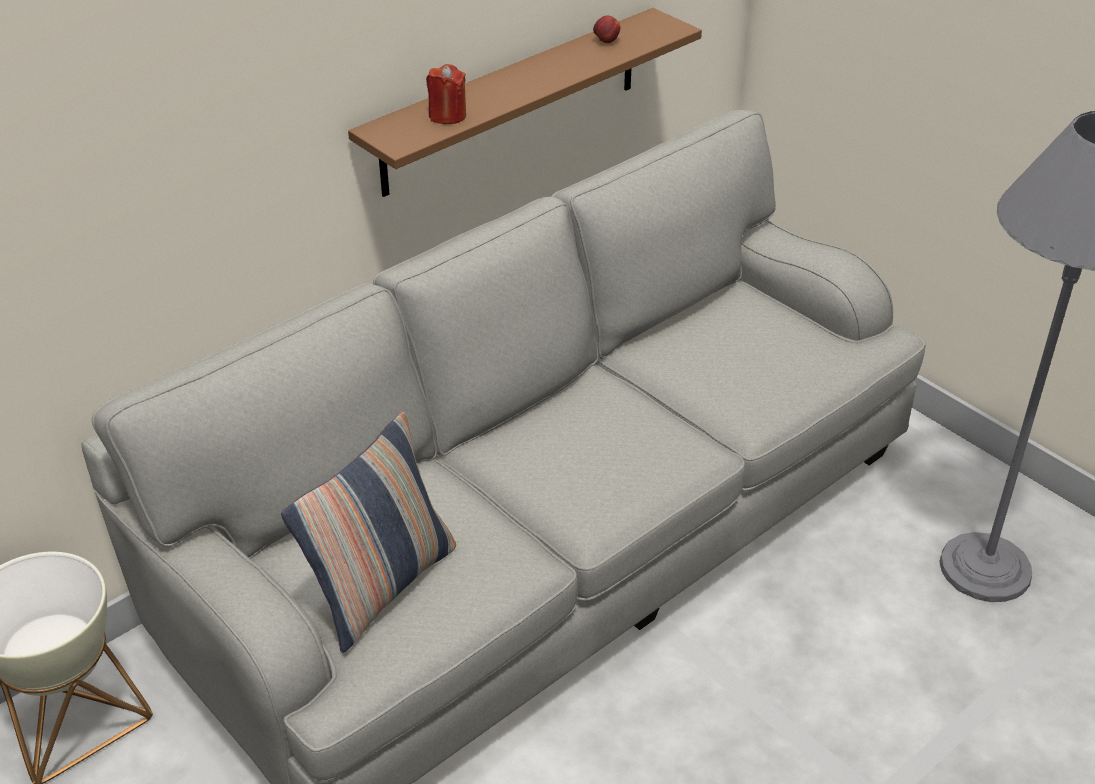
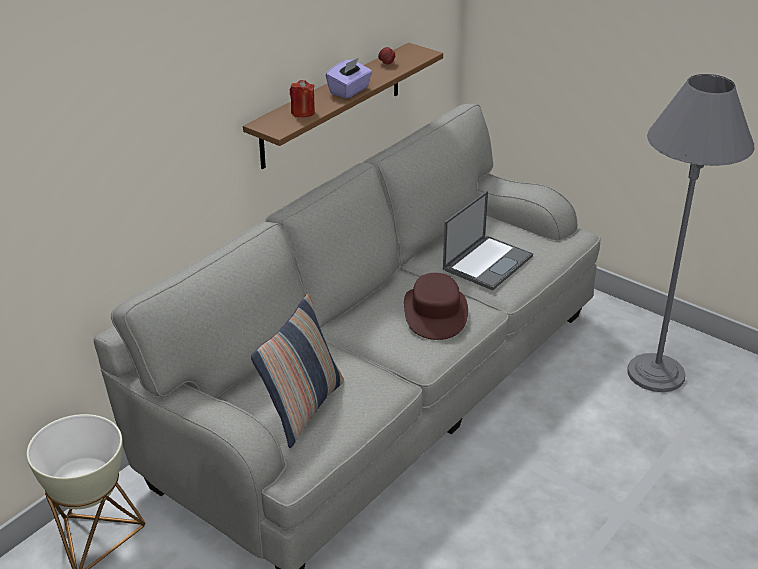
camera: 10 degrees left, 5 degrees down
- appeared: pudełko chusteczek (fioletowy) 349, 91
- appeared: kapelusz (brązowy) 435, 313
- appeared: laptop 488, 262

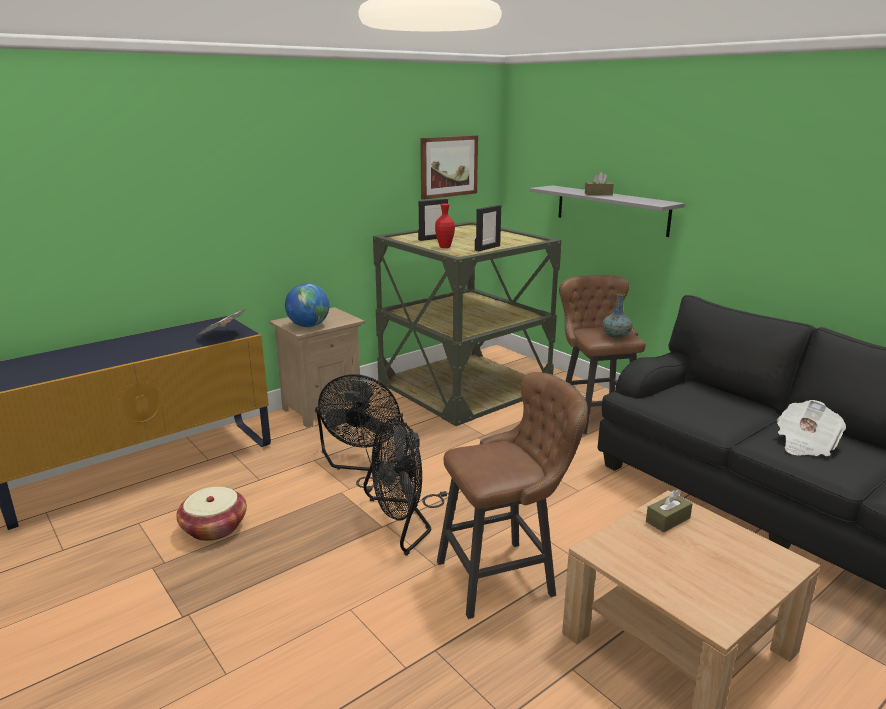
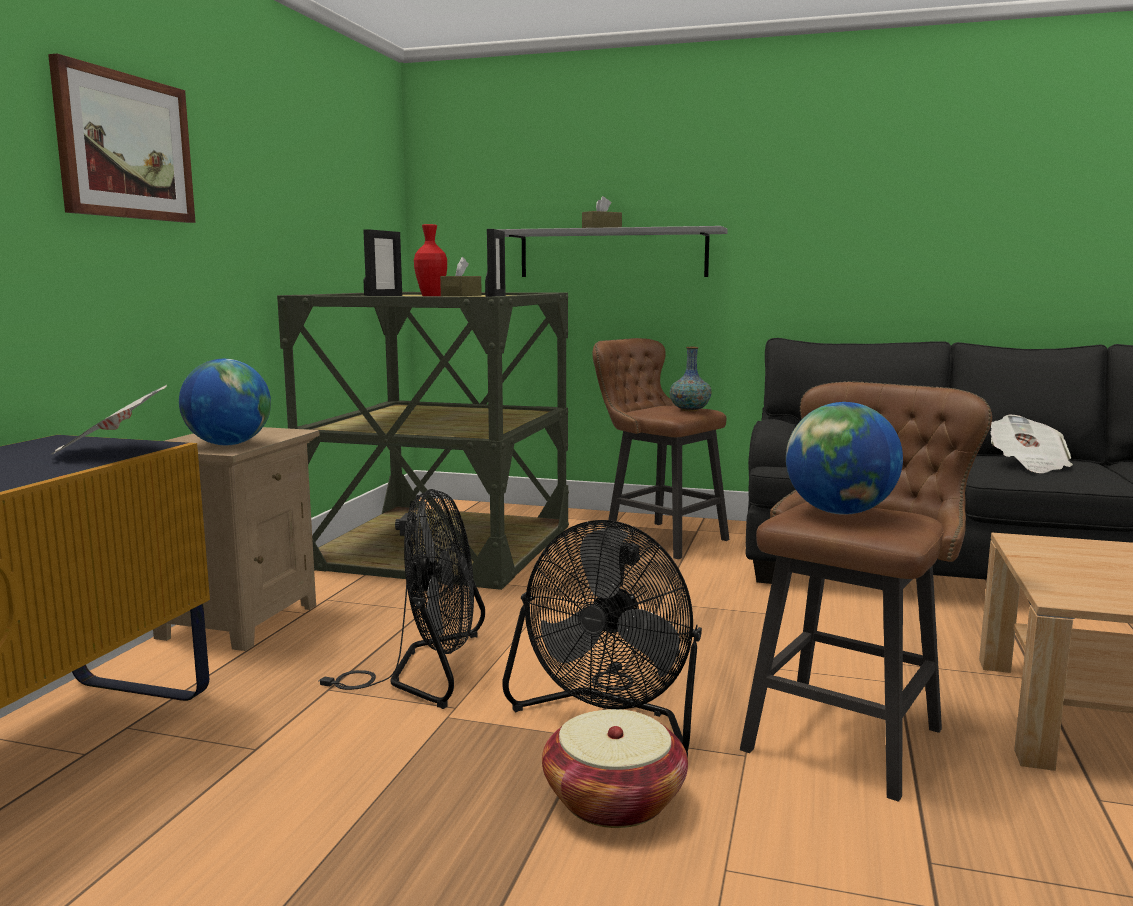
camera: 35 degrees left, 10 degrees down
- relocated: koszyk 214, 528 to 614, 800
- spun: wentylator (czarny) 362, 464 = 425, 670 120 degrees clockwise
- relocated: obraz 448, 166 to 125, 147
- relocated: pudełko chusteczek (brązowy) 668, 520 to 461, 295
- appeared: globus 839, 512

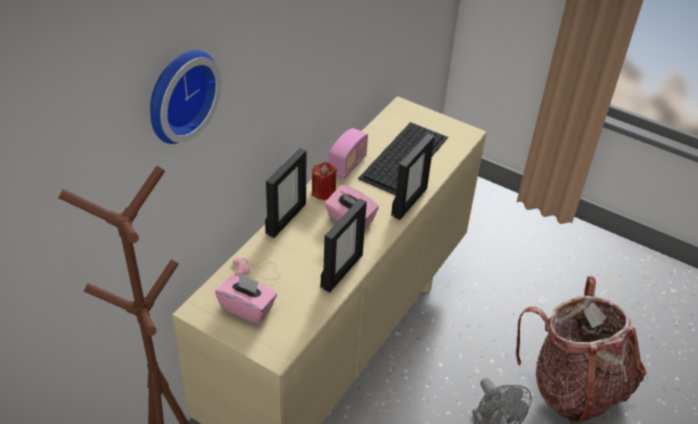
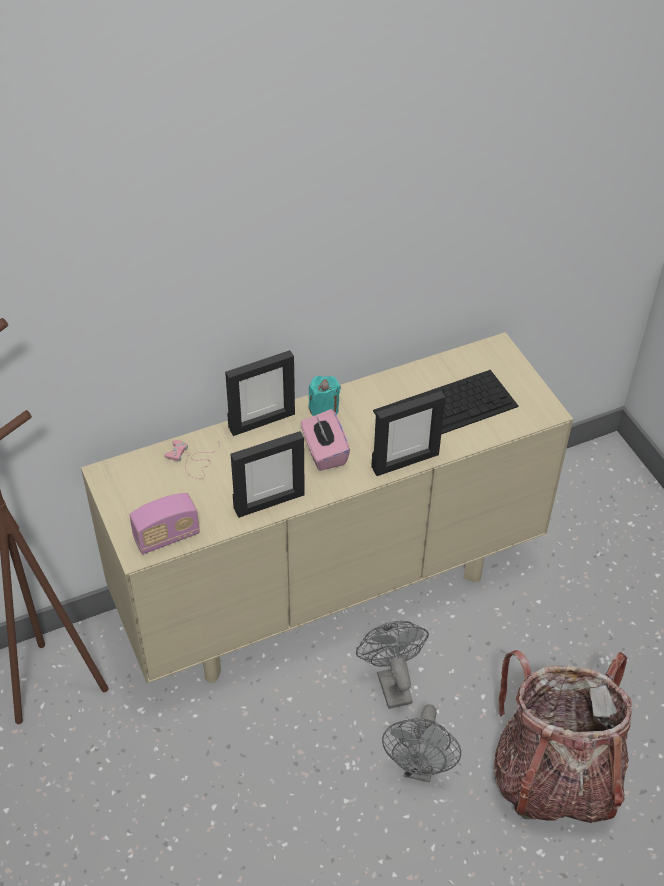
camera: 35 degrees right, 5 degrees up
- missing: zegar ścienny 178, 94
- missing: pudełko chusteczek (różowy) 247, 308
- colour: świeca (czerwony) 323, 192 to świeca (turkusowy) 324, 409
- relocated: radio 347, 165 to 167, 537
- appeared: wentylator (szary) 391, 682

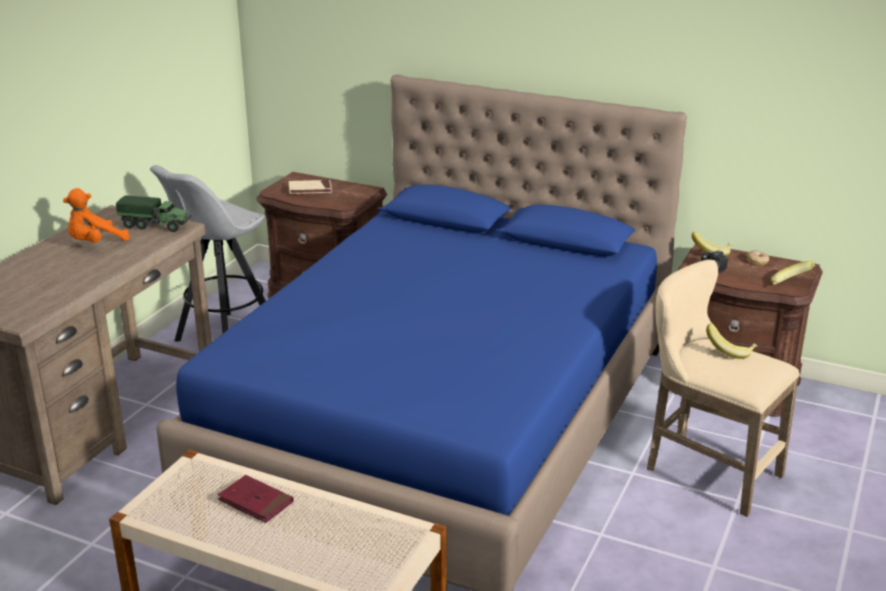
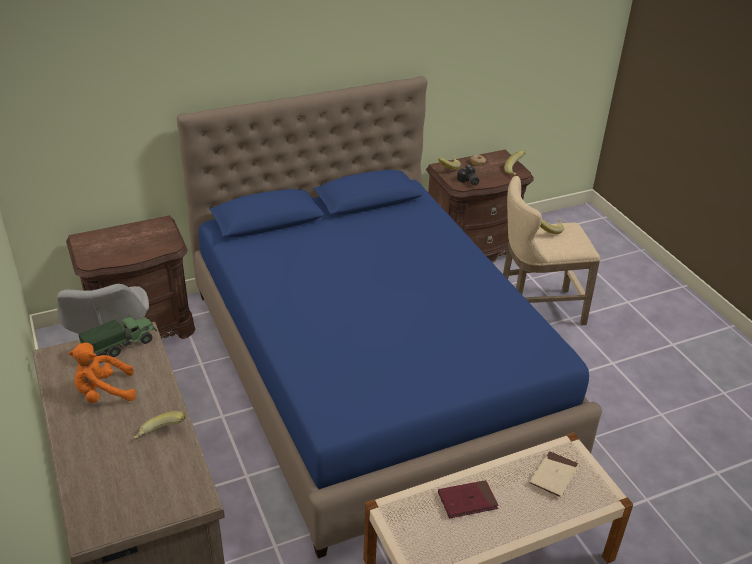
camera: 50 degrees left, 10 degrees up
- spun: pluszak (pomarańczowy) 95, 243 = 104, 393 75 degrees clockwise
- relocated: książka (beżowy) 310, 189 to 553, 476
- appeared: banan 160, 435

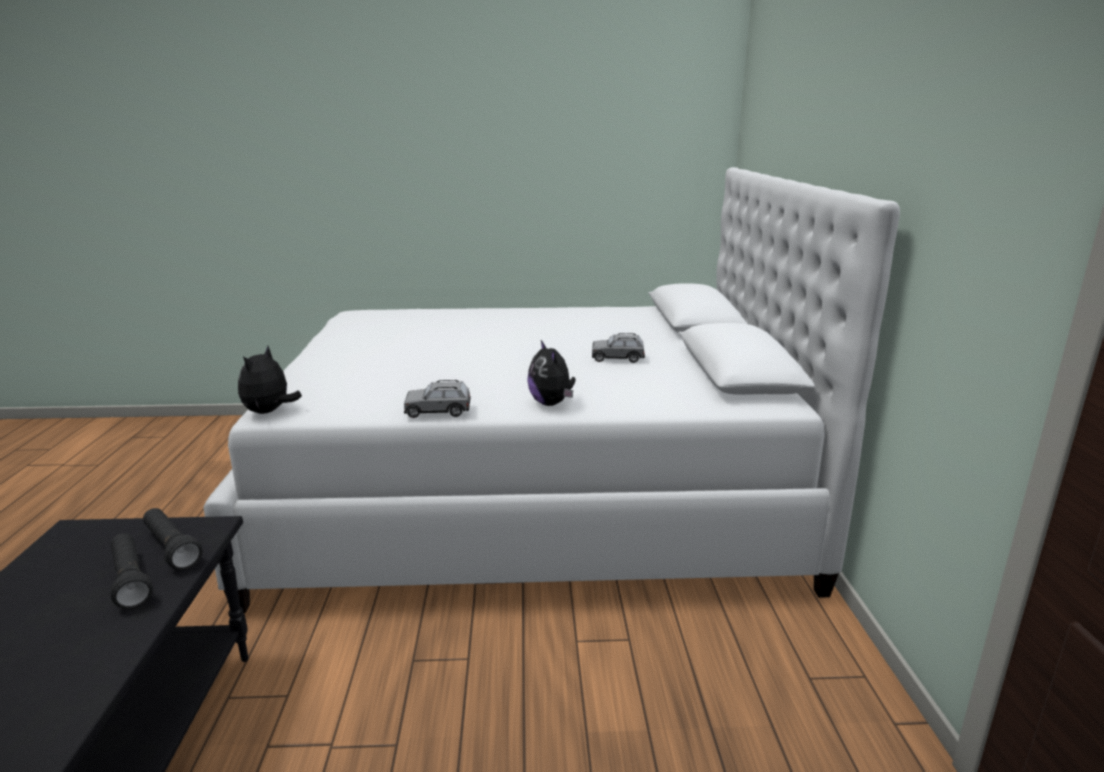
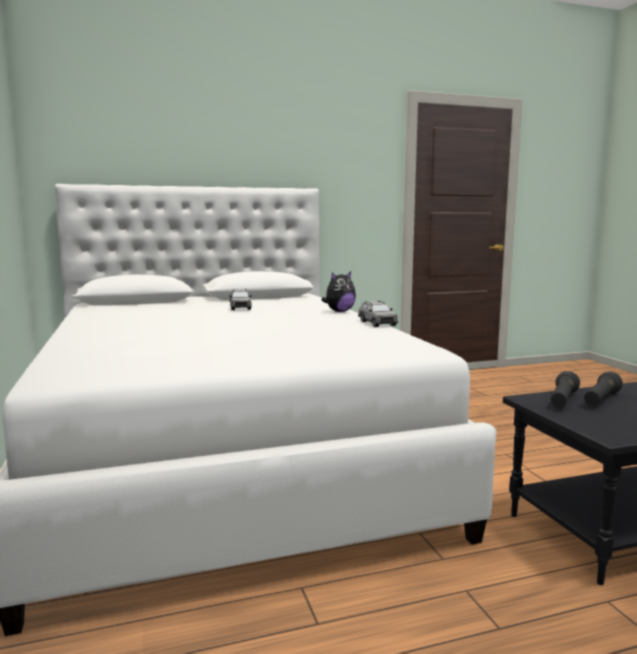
camera: 105 degrees left, 10 degrees down
- missing: pluszak 269, 412

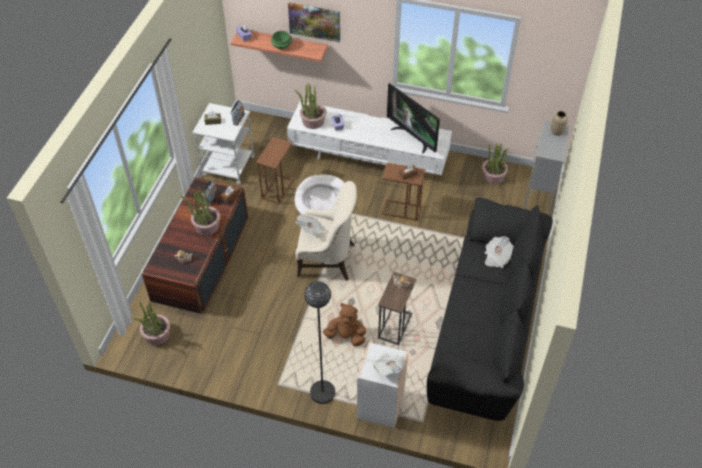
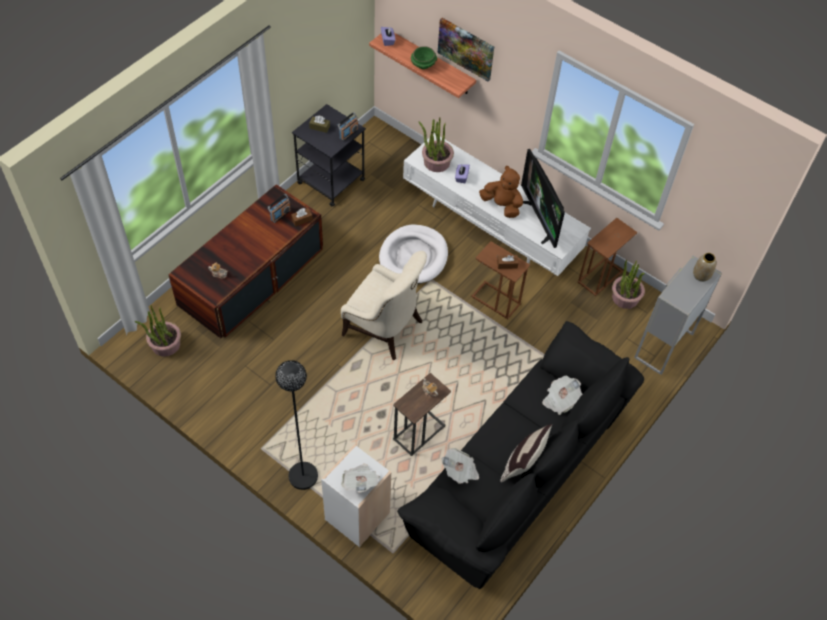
camera: 20 degrees right, 5 degrees up
- missing: roślina doniczkowa 206, 226
- colour: wózek (biały) 228, 165 to wózek (czarny) 331, 180
- relocated: stolik (brązowy) 277, 189 to 600, 277
- relocated: gazeta 311, 230 to 460, 471
- relocated: pluszak (brązowy) 346, 336 to 502, 205
- appeared: poduszka 523, 465

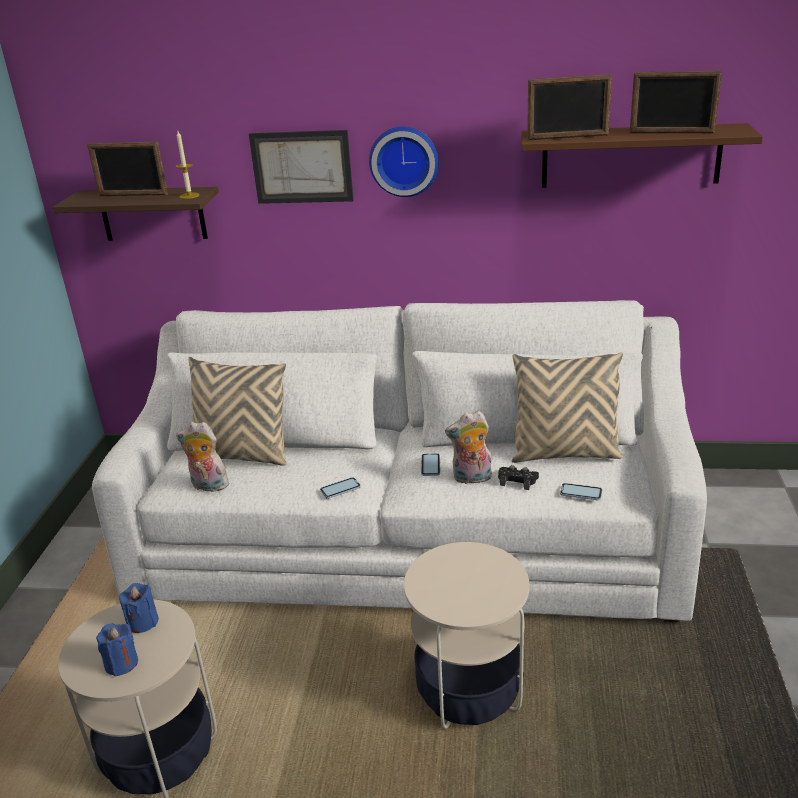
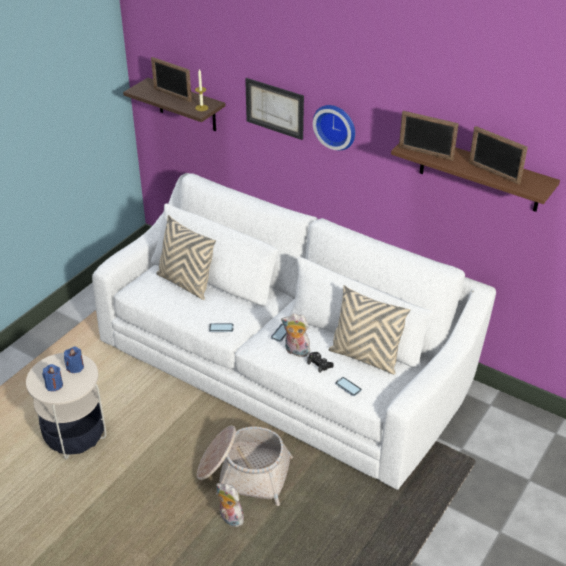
camera: 25 degrees right, 10 degrees up
- relocated: pluszak 207, 486 to 229, 519
- exchanged: stolik (beżowy) 468, 693 to koszyk 244, 473

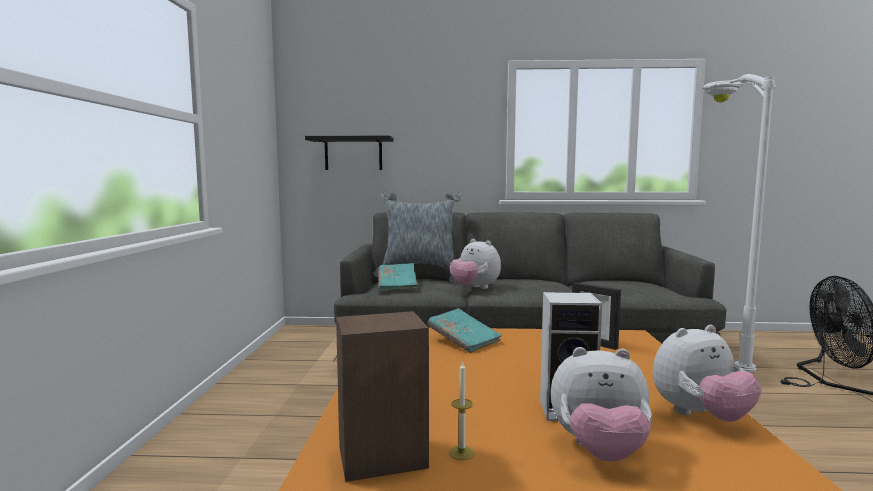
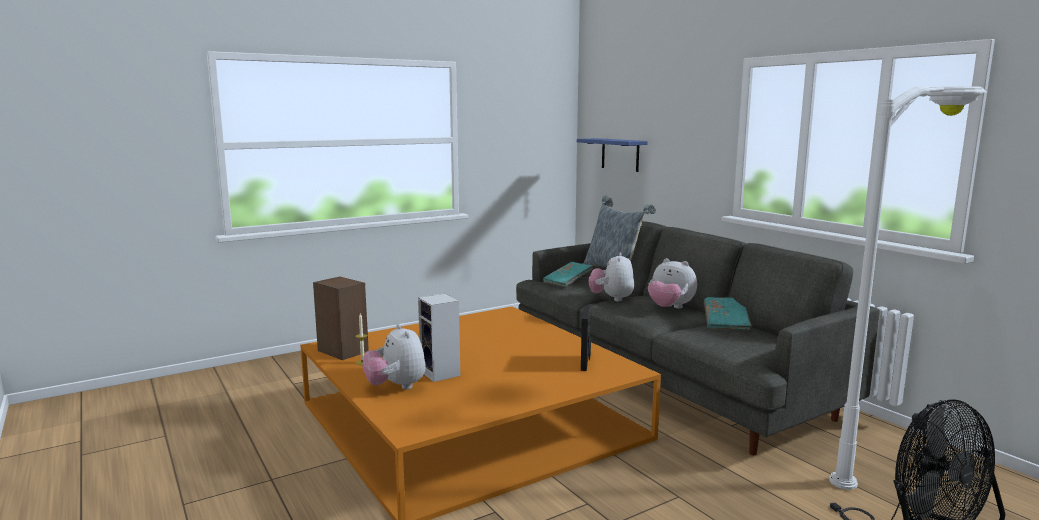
camera: 55 degrees right, 5 degrees up
- colour: półka (czarny) 353, 154 to półka (niebieski) 620, 154
- relocated: książka (turkusowy) 463, 341 to 726, 323
- relocated: pluszak 700, 416 to 670, 308

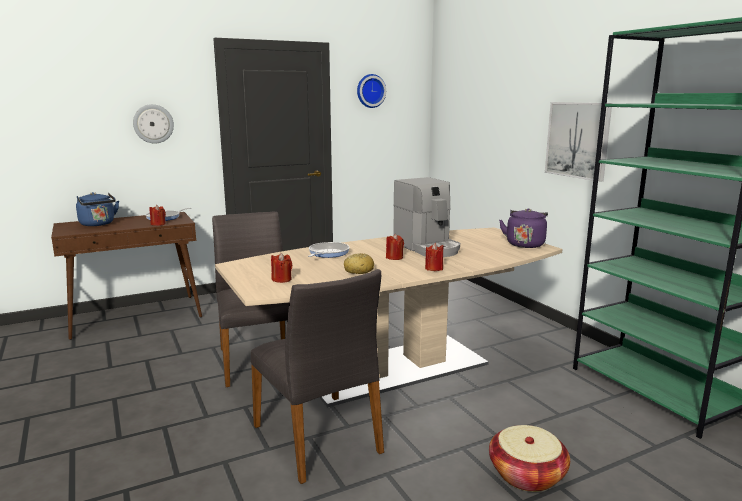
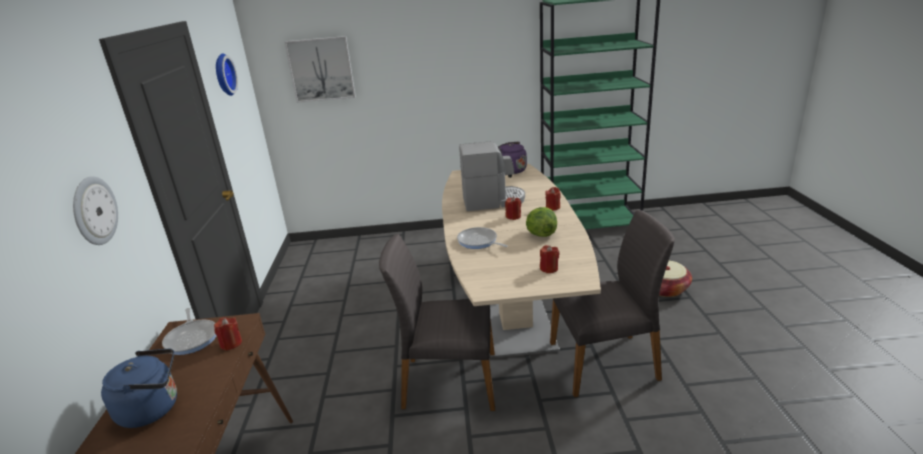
camera: 65 degrees left, 10 degrees up
- exchanged: chleb 358, 270 to sałata 541, 234
- relocated: obraz 578, 140 to 321, 69

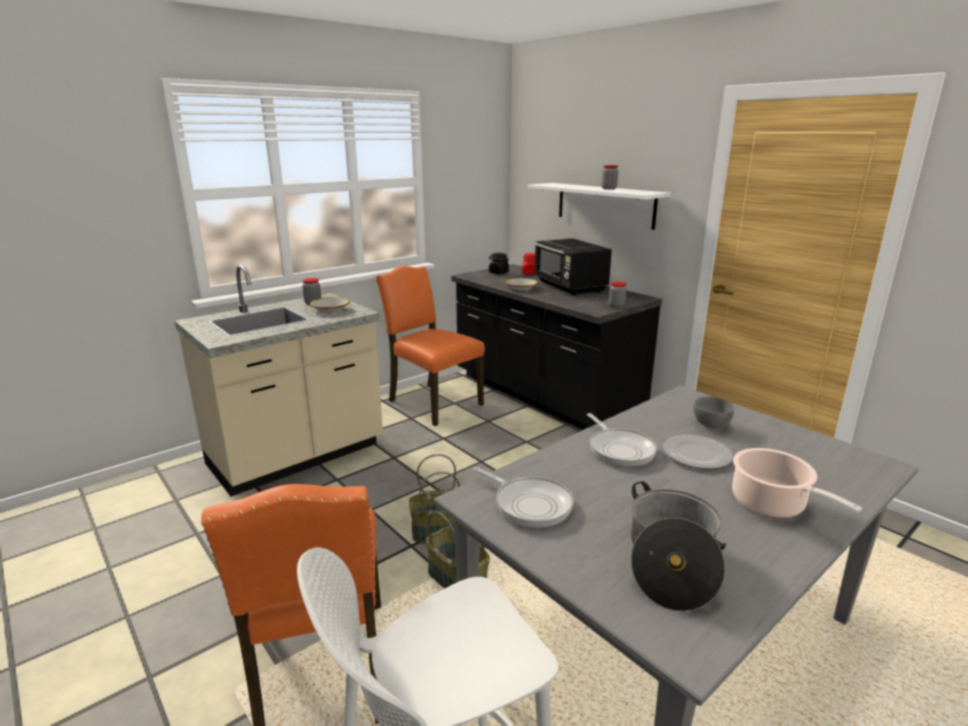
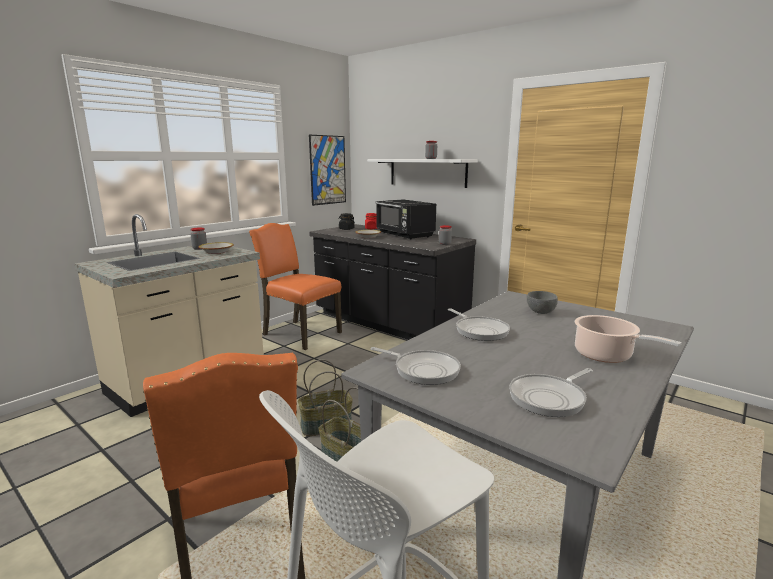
camera: 10 degrees left, 5 degrees down
- exchanged: garnek 670, 563 to patelnia 549, 398
- missing: talerz 697, 454
- appeared: obraz 327, 170

